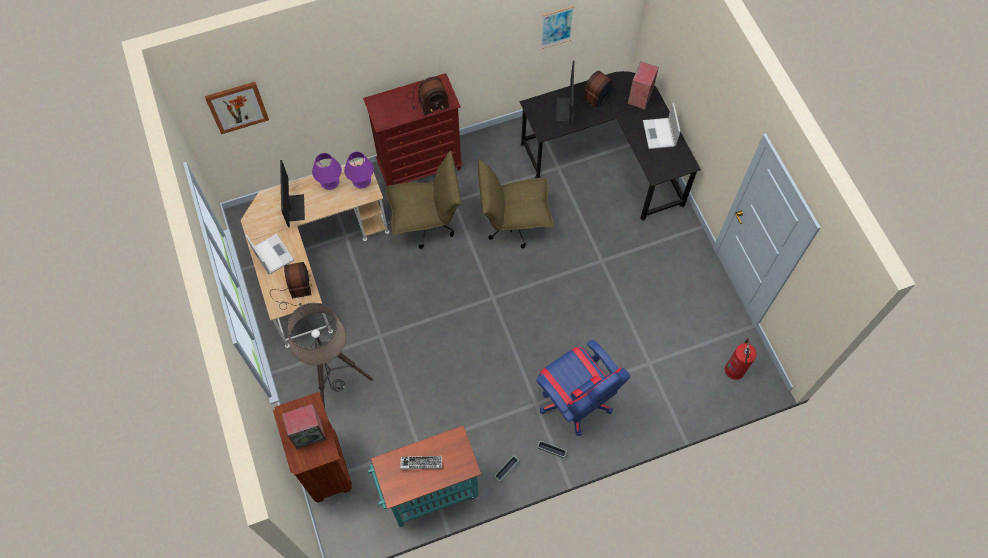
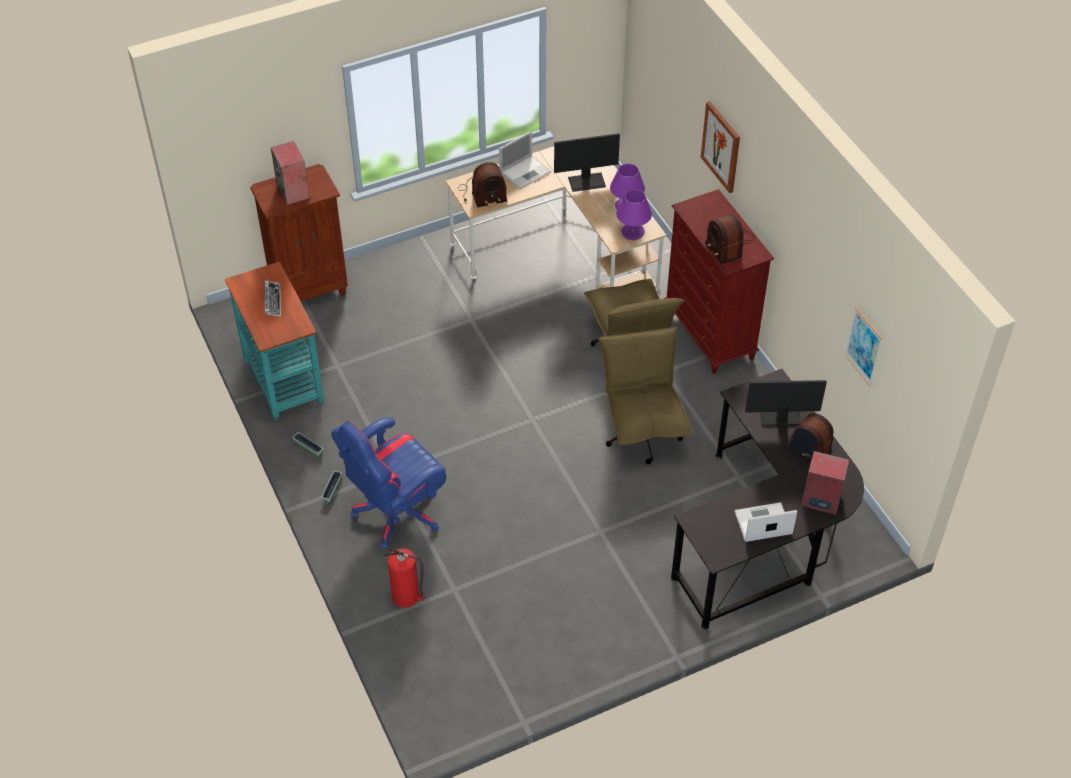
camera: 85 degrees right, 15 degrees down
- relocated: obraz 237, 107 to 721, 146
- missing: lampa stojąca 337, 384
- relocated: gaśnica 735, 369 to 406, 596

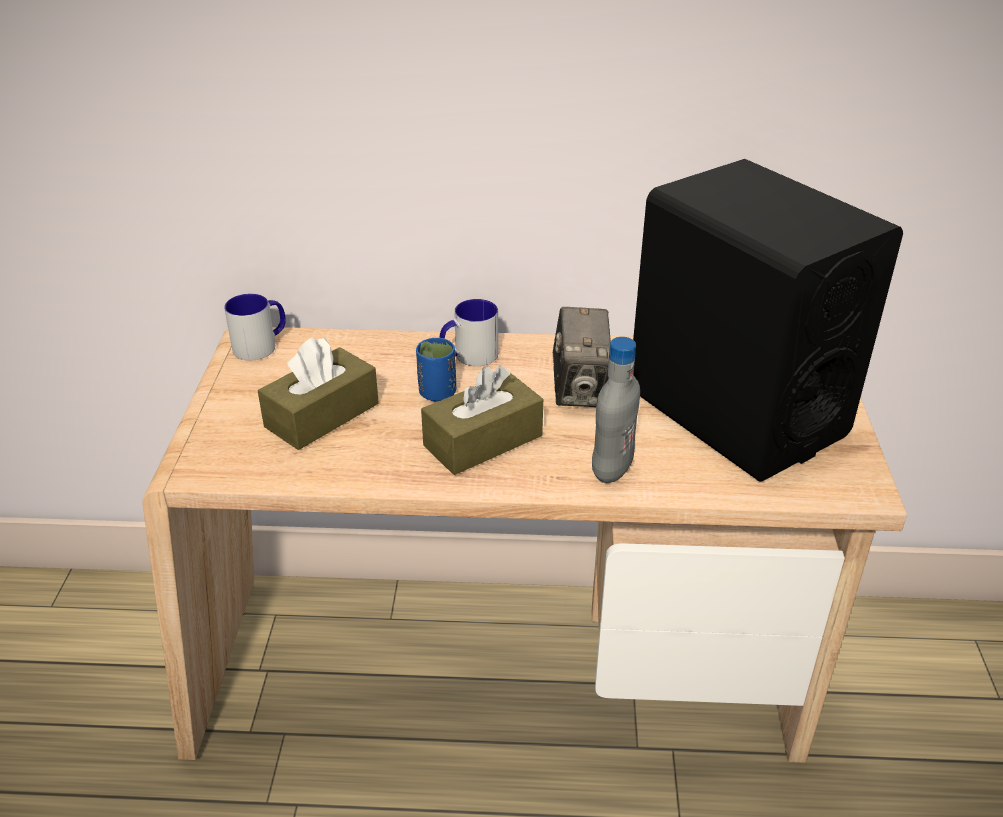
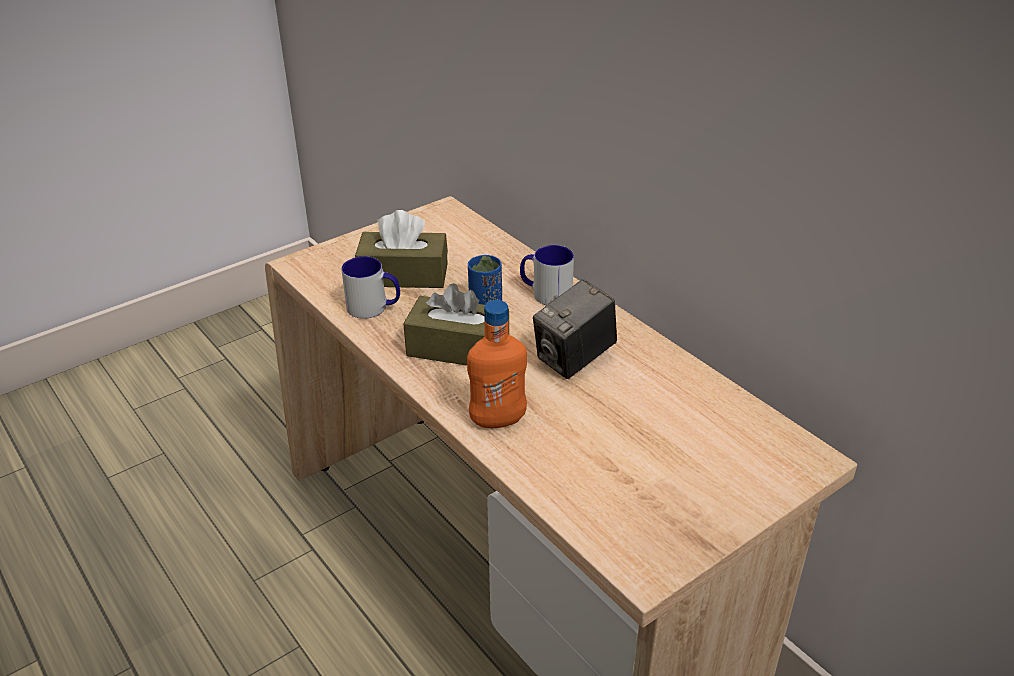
camera: 50 degrees right, 0 degrees up
- relocated: kubek 261, 345 to 374, 308
- colour: butelka (szary) 612, 470 to butelka (pomarańczowy) 498, 420
- missing: głośnik (czarny) 735, 412

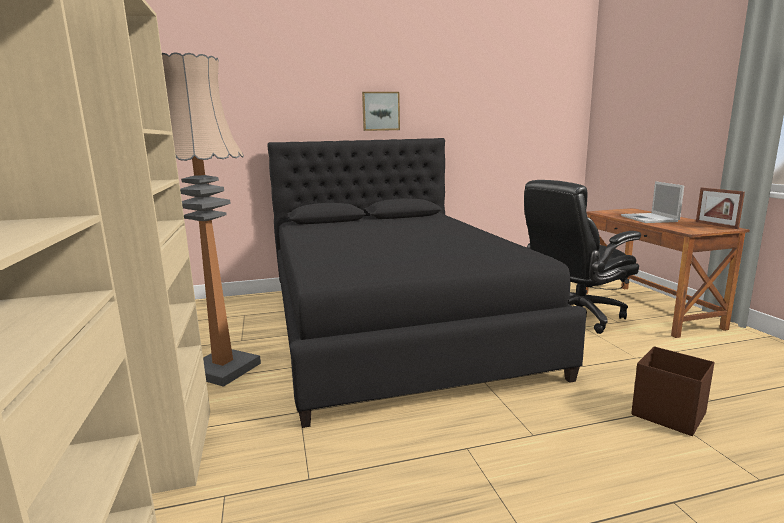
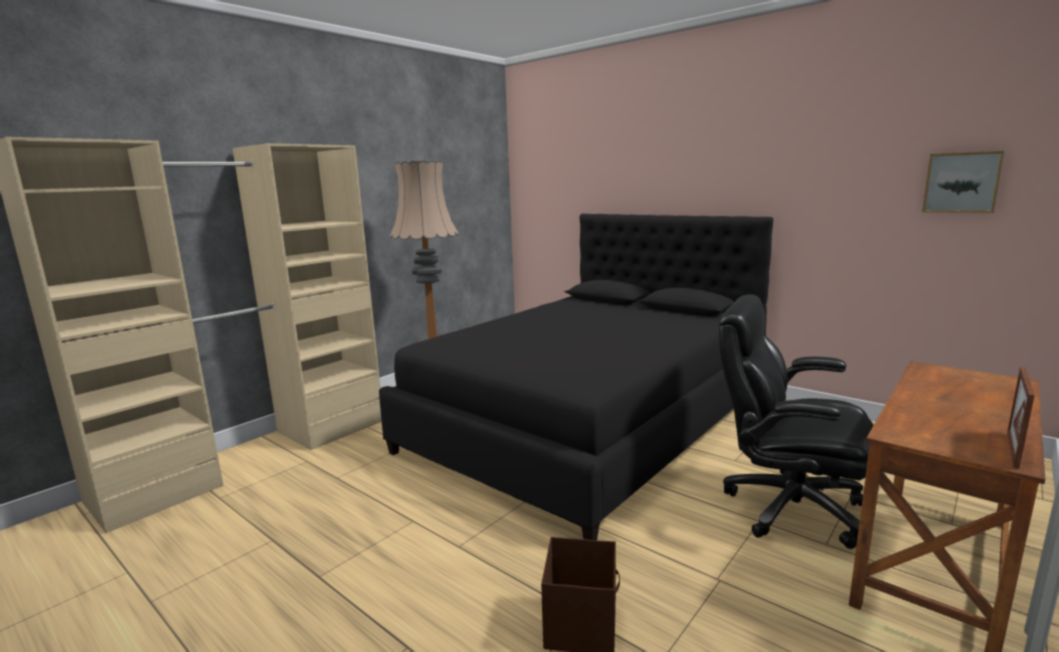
camera: 55 degrees right, 0 degrees up
- relocated: obraz 380, 111 to 961, 182
- missing: laptop 650, 219

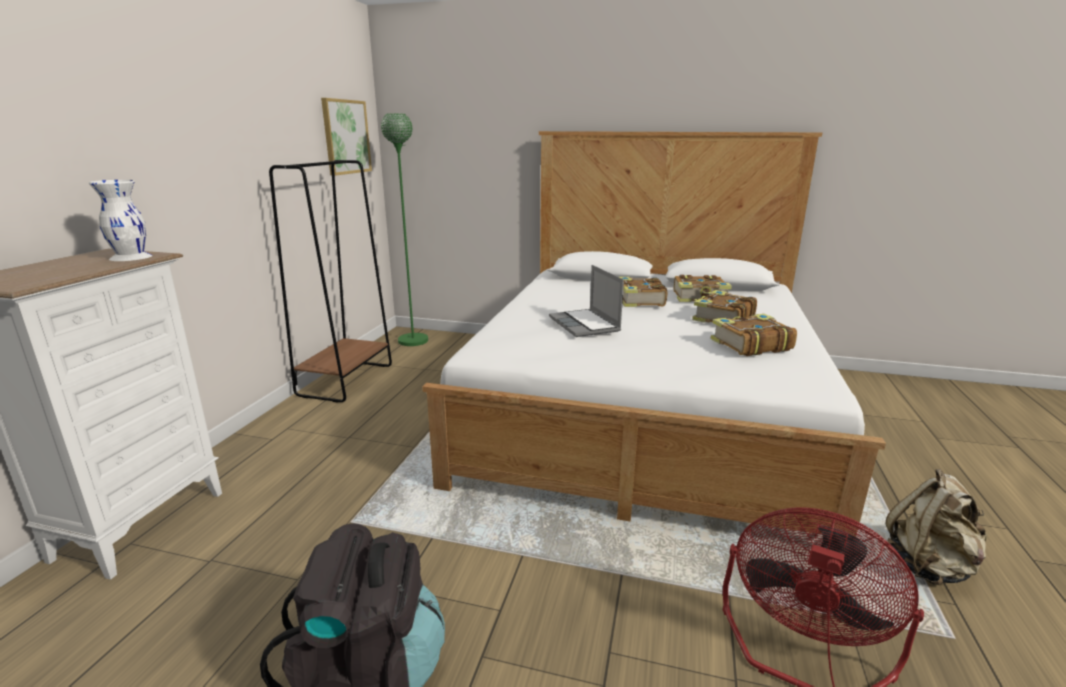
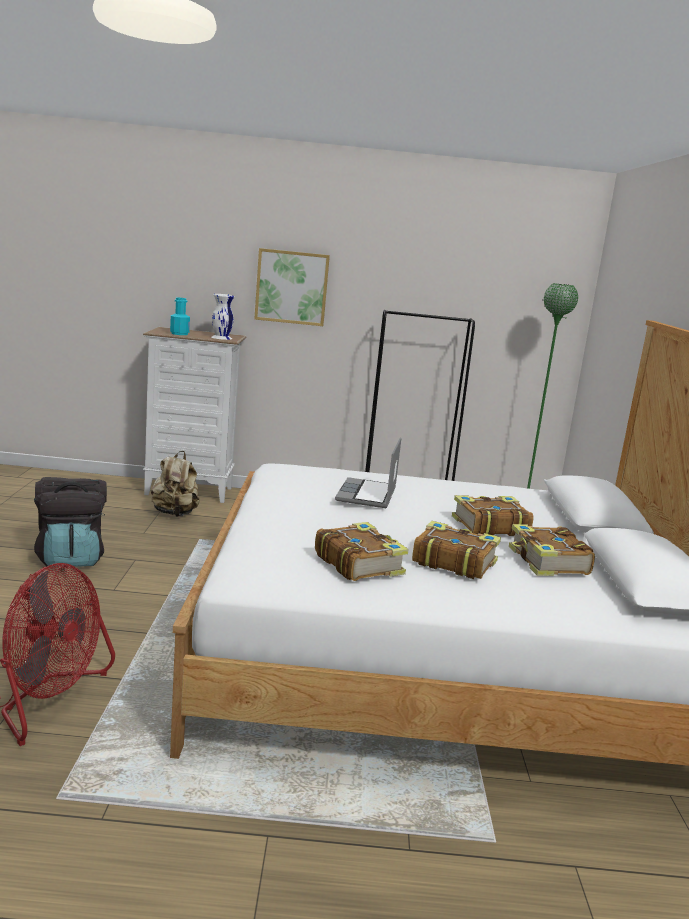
camera: 75 degrees right, 5 degrees down
- relocated: obraz 346, 137 to 291, 287
- spun: laptop 585, 325 = 367, 495 45 degrees counterclockwise
- relocated: plecak (beżowy) 929, 566 to 175, 514
- appeared: butelka (turkusowy) 179, 334

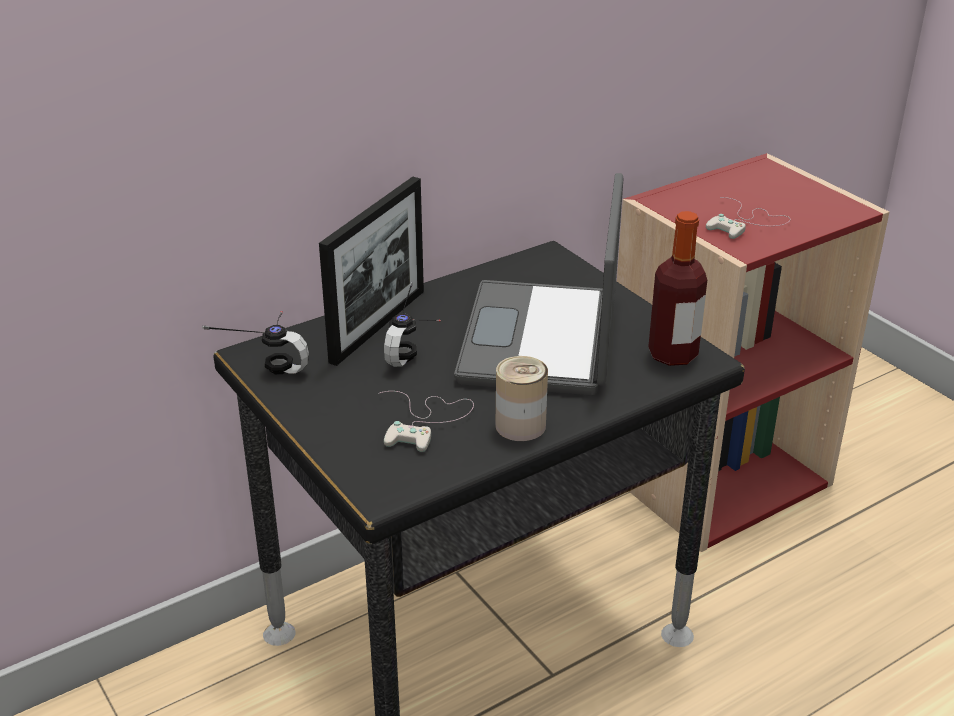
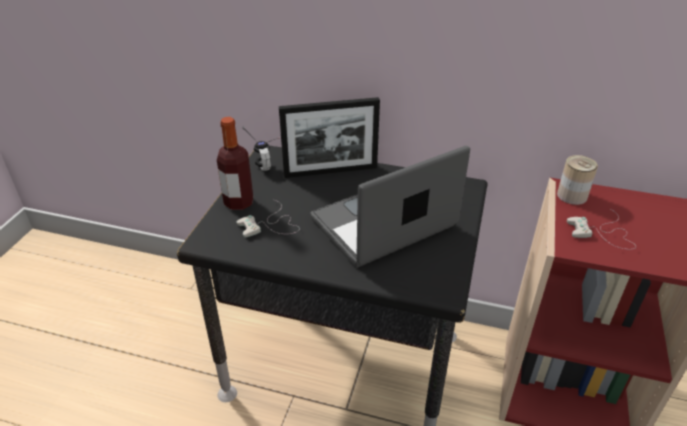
camera: 50 degrees right, 5 degrees up
- missing: słuchawki 418, 350
- relocated: puszka 520, 425 to 572, 195
- relocated: butelka 672, 354 to 238, 202

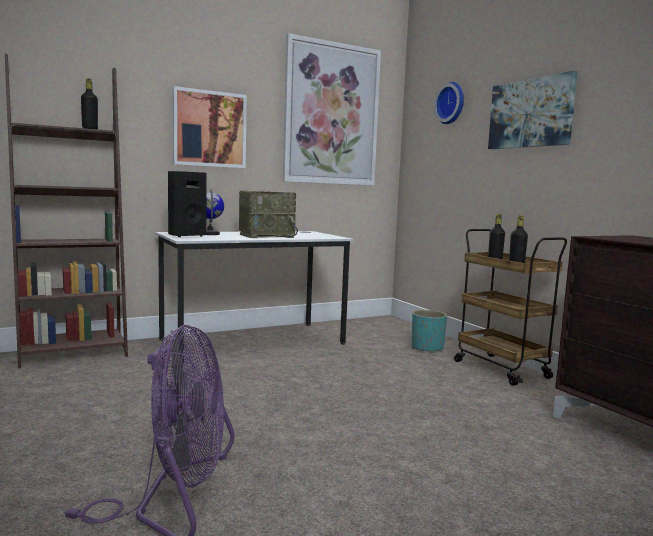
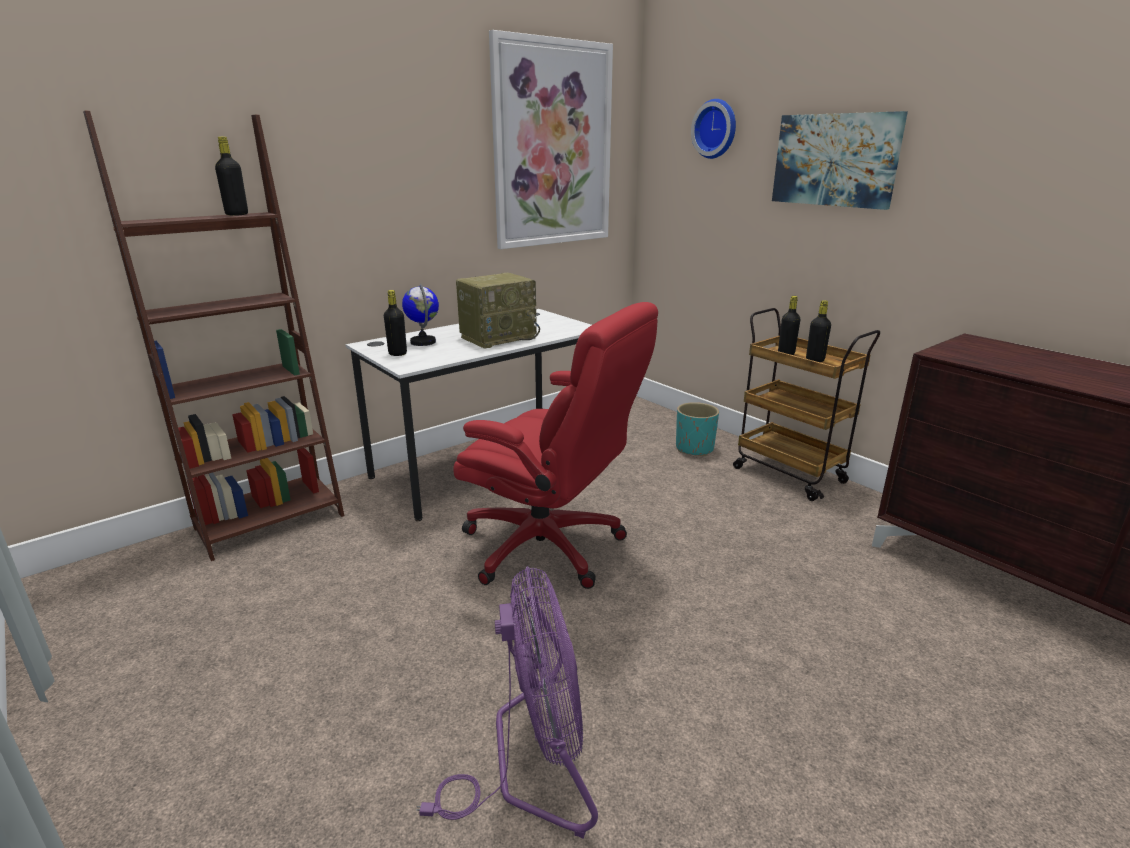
camera: 10 degrees left, 15 degrees up
- exchanged: głośnik (czarny) 186, 236 to butelka (czarny) 397, 353
- missing: obraz 209, 129
- appeared: krzesło biurowe (czerwony) 552, 550

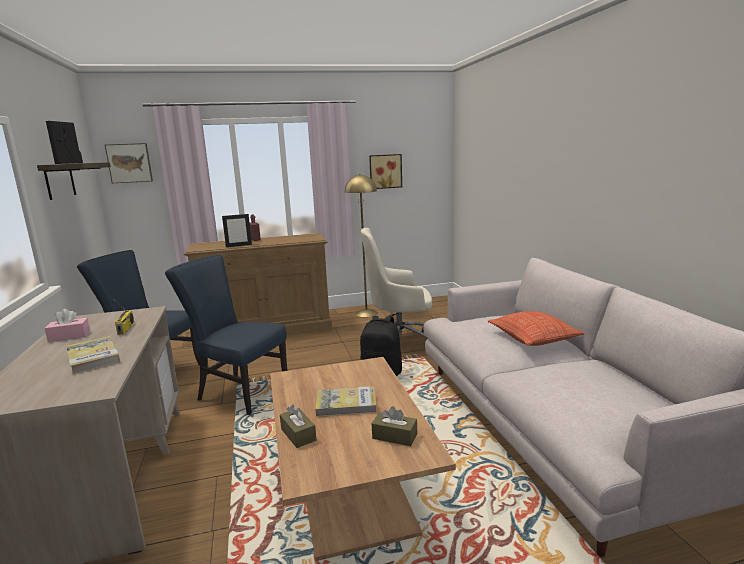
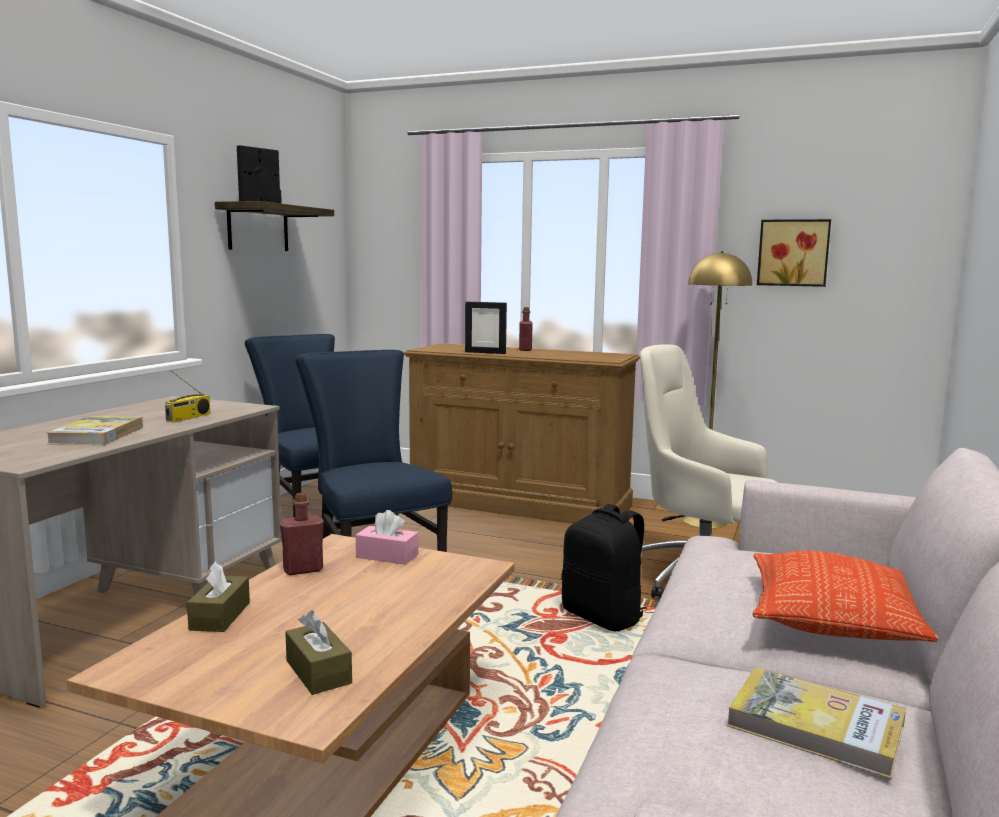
camera: 35 degrees right, 5 degrees down
- relocated: pudełko chusteczek (różowy) 69, 336 to 387, 556
- missing: obraz 129, 163
- relocated: książka 346, 404 to 815, 726
- appeared: butelka (czerwony) 303, 570

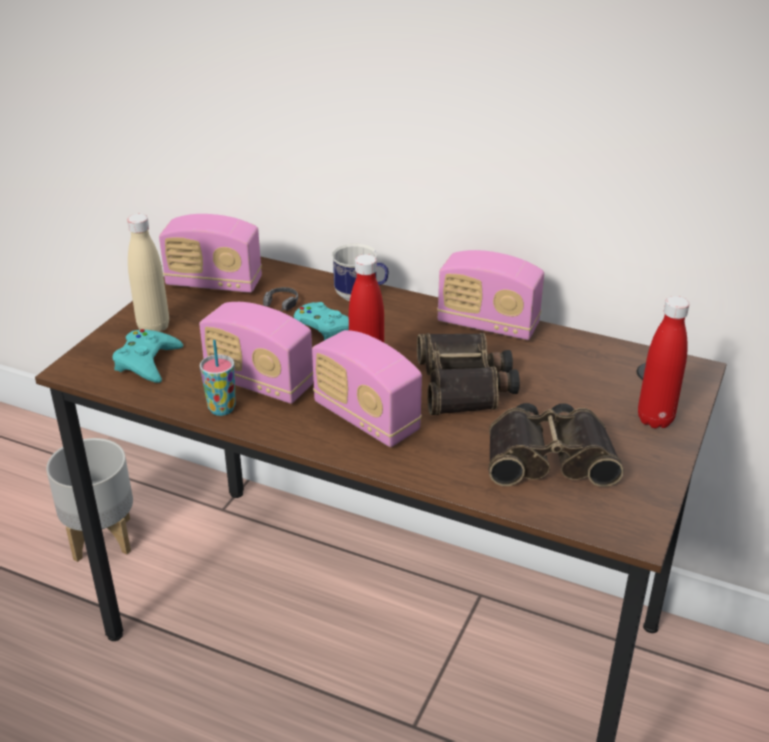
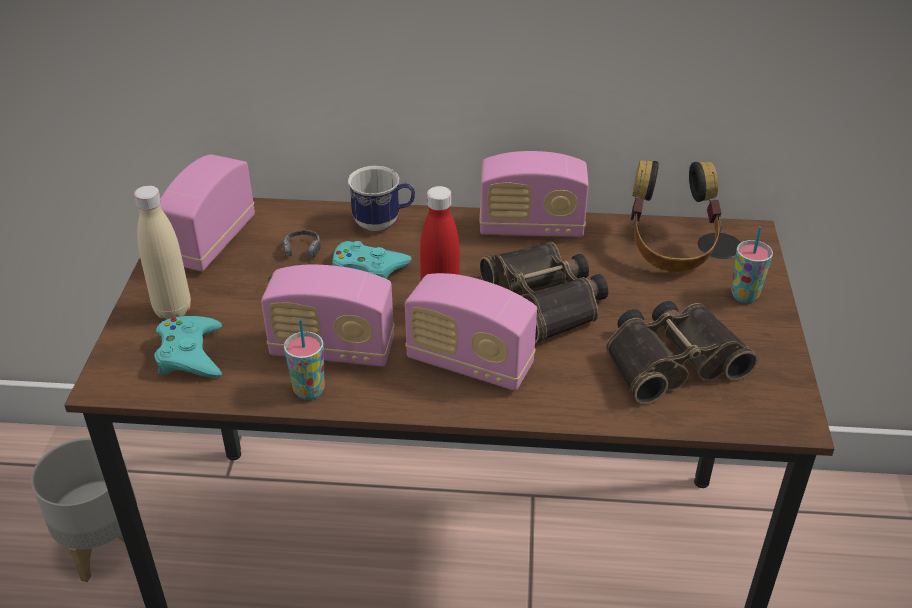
camera: 20 degrees left, 5 degrees up
- spun: radio 214, 283 = 212, 241 120 degrees clockwise
- exchanged: butelka (czerwony) 655, 419 to filiżanka 744, 295
- appeared: słuchawki 670, 247

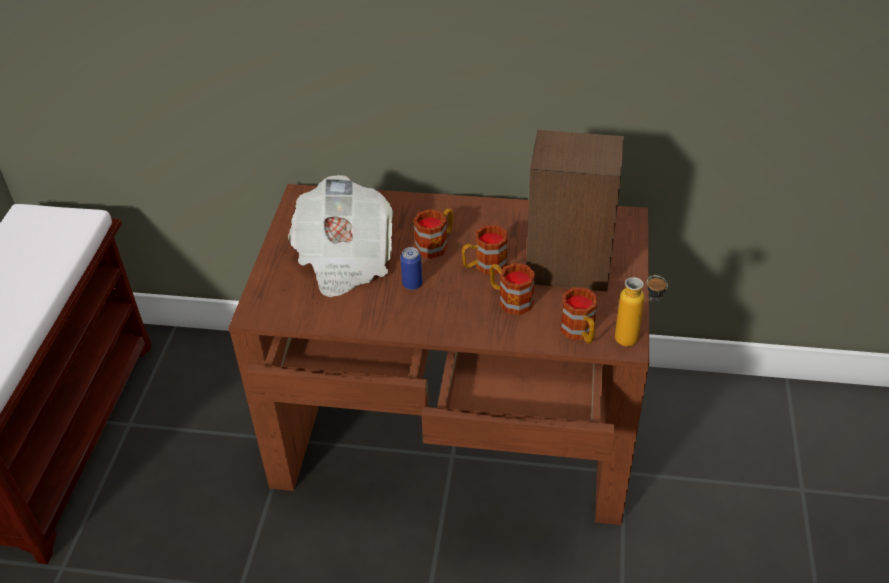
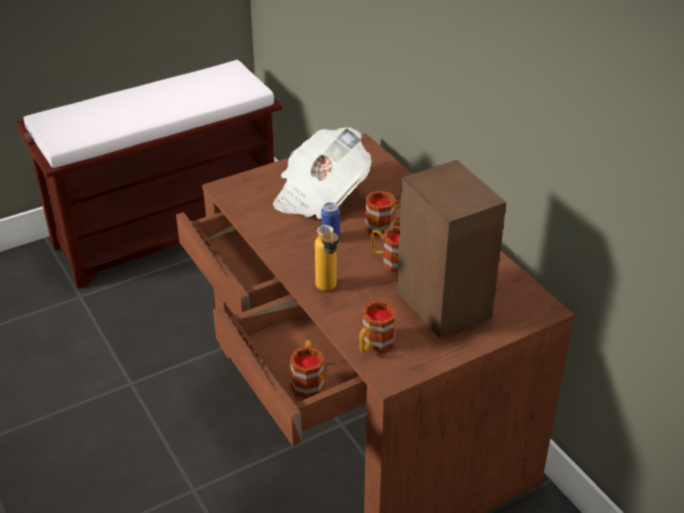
camera: 50 degrees right, 5 degrees down
- relocated: kubek 510, 299 to 308, 380
- relocated: butelka 635, 342 to 328, 290

